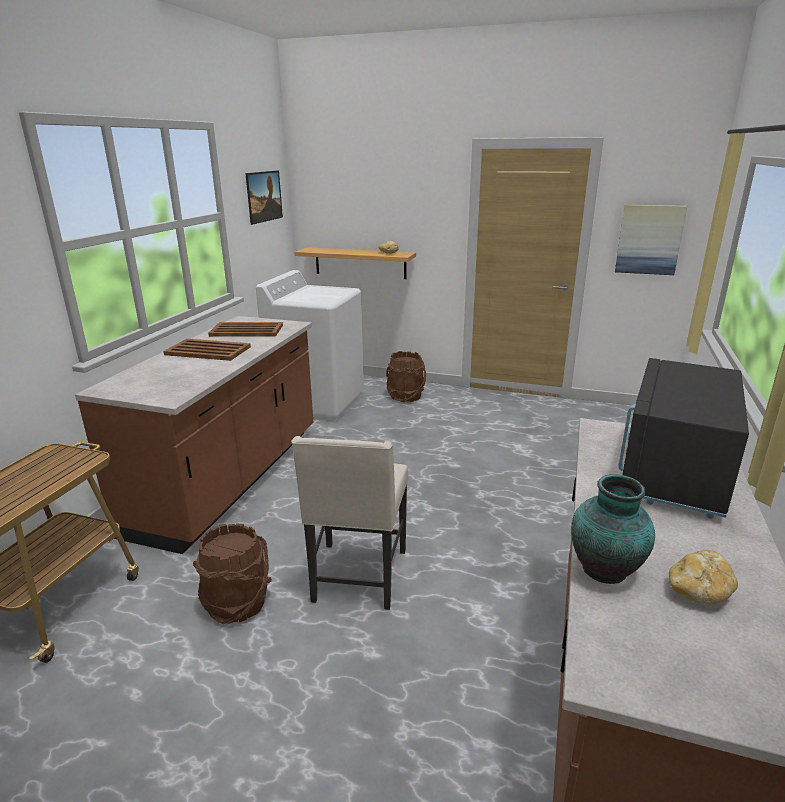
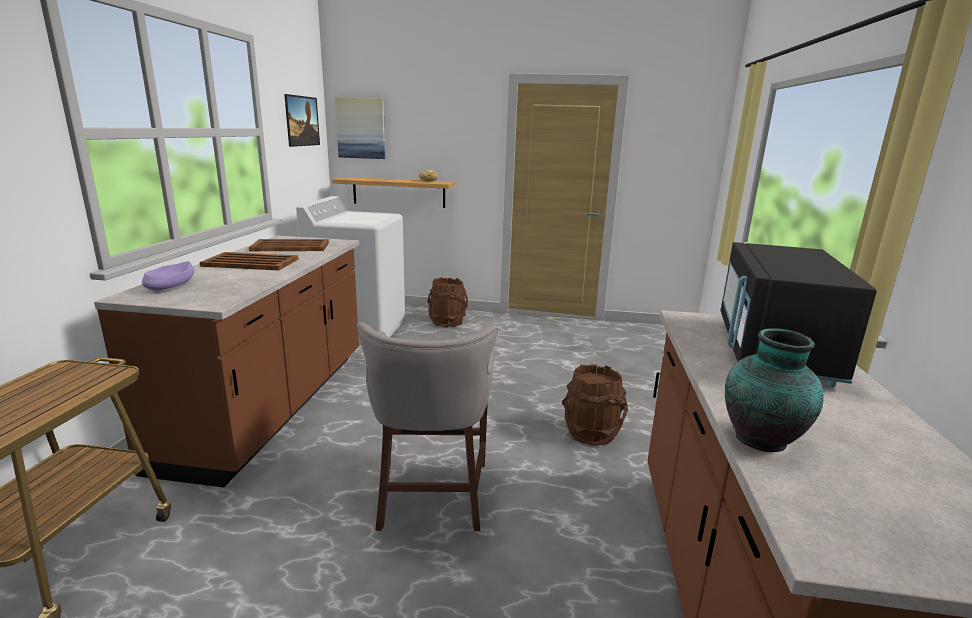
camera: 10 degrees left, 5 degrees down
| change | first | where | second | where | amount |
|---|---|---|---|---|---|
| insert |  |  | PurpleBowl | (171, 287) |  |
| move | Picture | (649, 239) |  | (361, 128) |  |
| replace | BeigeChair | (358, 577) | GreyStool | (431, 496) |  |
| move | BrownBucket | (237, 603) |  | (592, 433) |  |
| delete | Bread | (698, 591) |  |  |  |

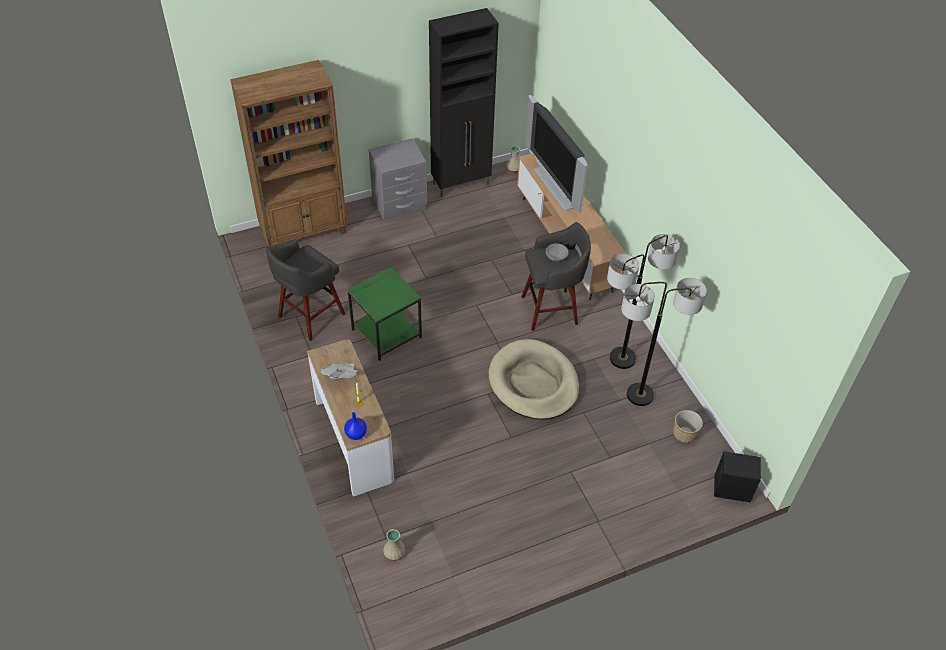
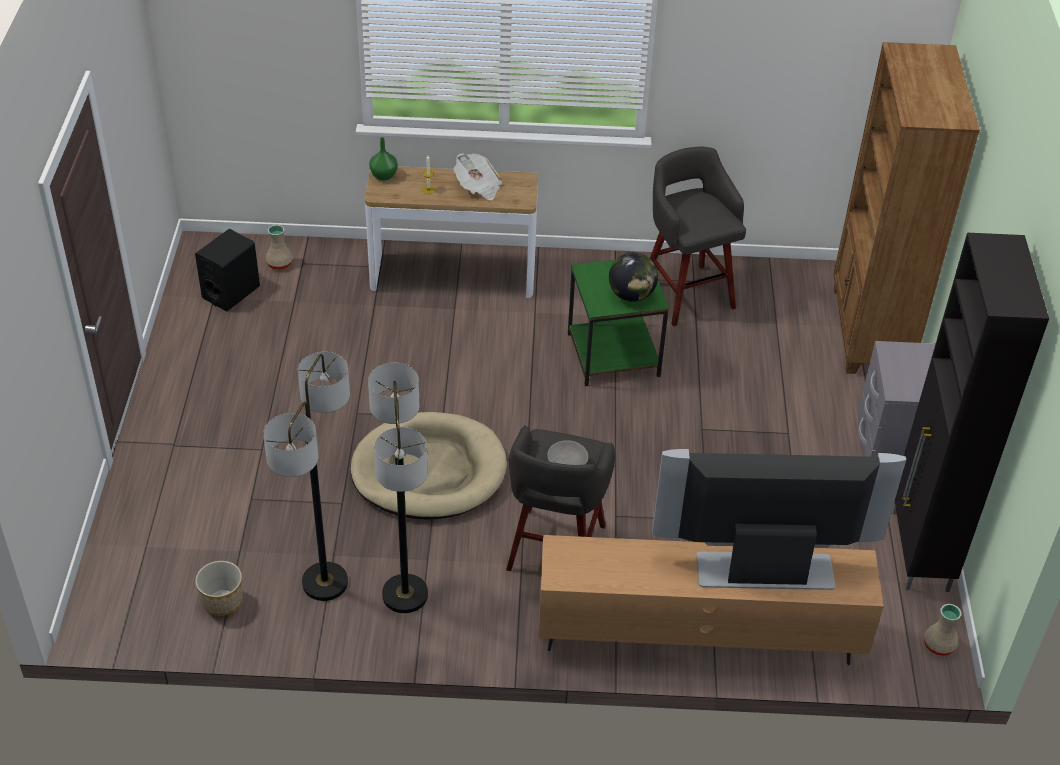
camera: 115 degrees right, 5 degrees down
| change | first | where | second | where | amount |
|---|---|---|---|---|---|
| move | BlackSpeaker | (731, 489) |  | (231, 292) |  |
| recolor | BlueVase | (355, 434) | GreenVase | (384, 175) |  |
| insert |  |  | Globe | (631, 295) |  |

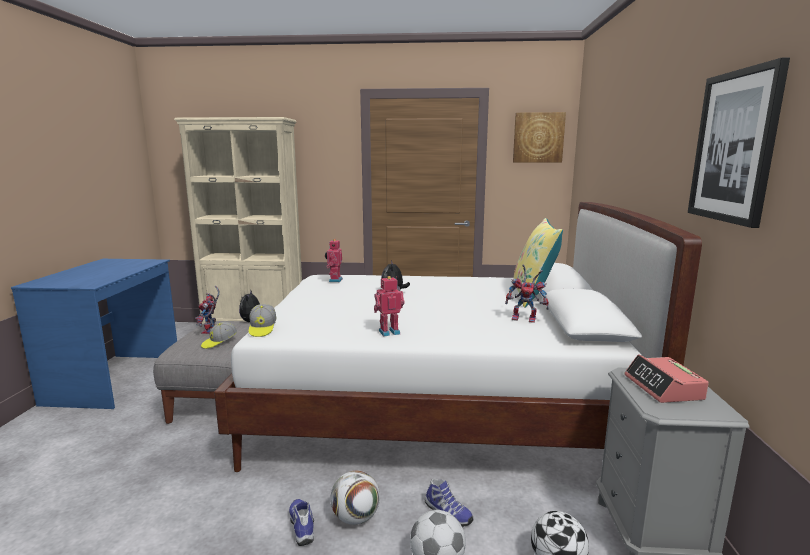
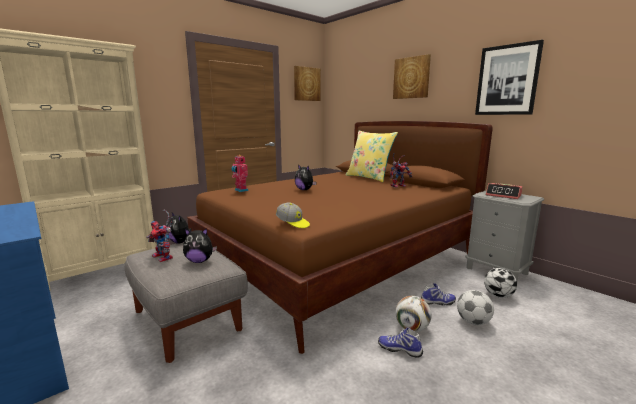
camera: 45 degrees left, 0 degrees up
| change | first | where | second | where | amount |
|---|---|---|---|---|---|
| replace | Cap | (219, 342) | PlushToy | (199, 261) |  |
| recolor | WhiteBed | (438, 406) | BrownBed | (340, 262) |  |
| insert |  |  | Picture | (411, 78) |  |
| delete | ToyRobot | (389, 332) |  |  |  |

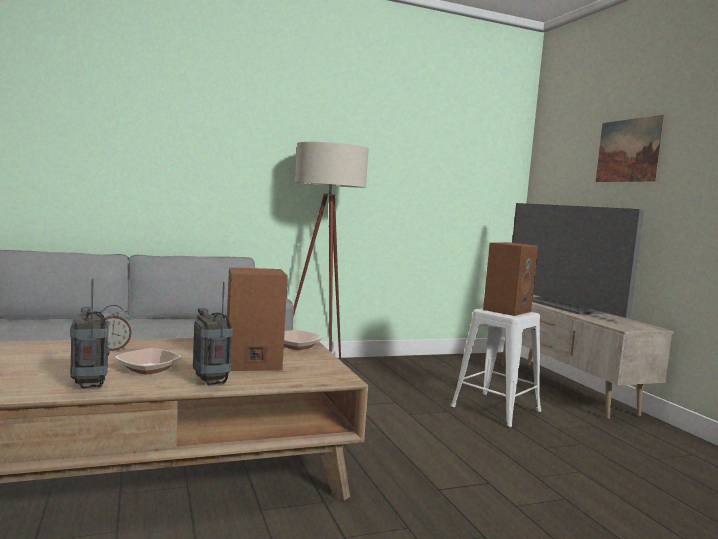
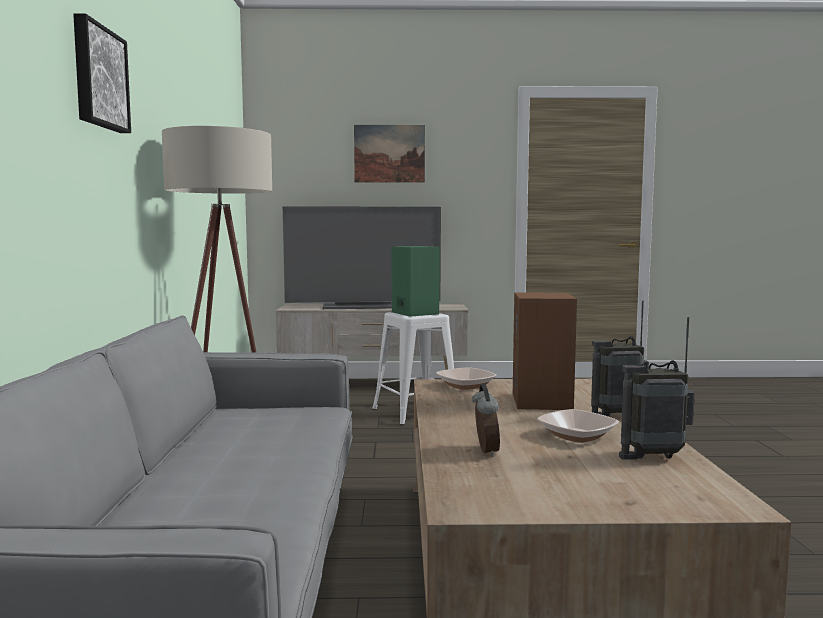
camera: 70 degrees left, 0 degrees up
| change | first | where | second | where | amount |
|---|---|---|---|---|---|
| insert |  |  | Picture | (98, 78) |  |
| recolor | BrownSpeaker | (506, 310) | GreenSpeaker | (413, 313) |  |

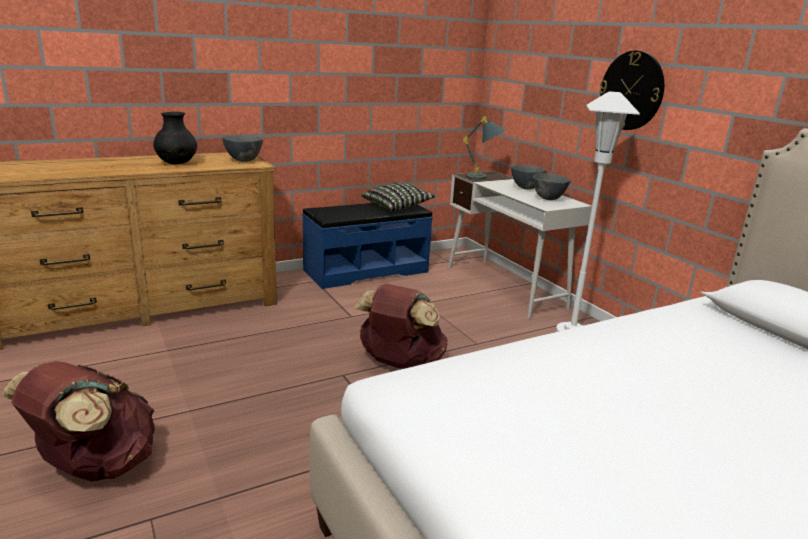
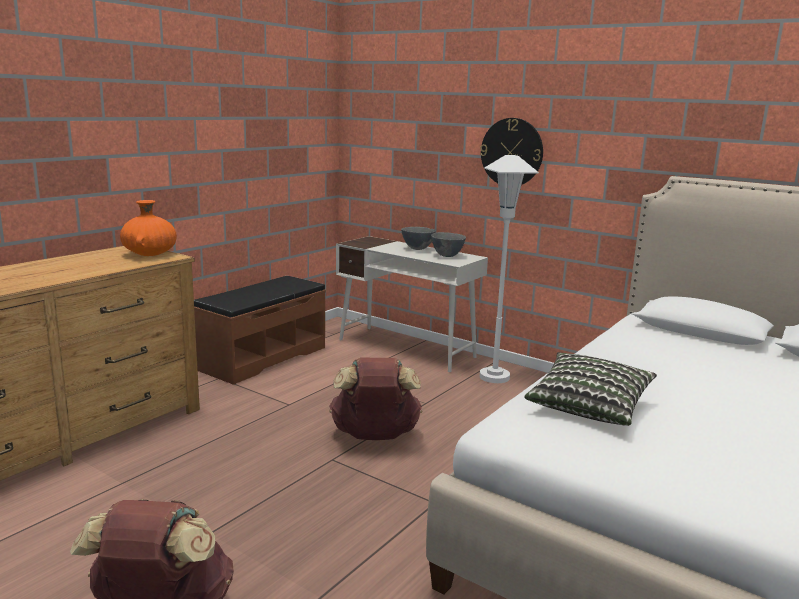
camera: 25 degrees left, 5 degrees down
| change | first | where | second | where | amount |
|---|---|---|---|---|---|
| replace | GreyBowl | (244, 160) | OrangeVase | (149, 254) |  |
| recolor | BlueBench | (365, 271) | BrownBench | (262, 358) |  |
| move | Pillow | (397, 207) |  | (589, 406) |  |
| delete | BlackVase | (176, 164) |  |  |  |
| delete | GreyTableLamp | (483, 178) |  |  |  |

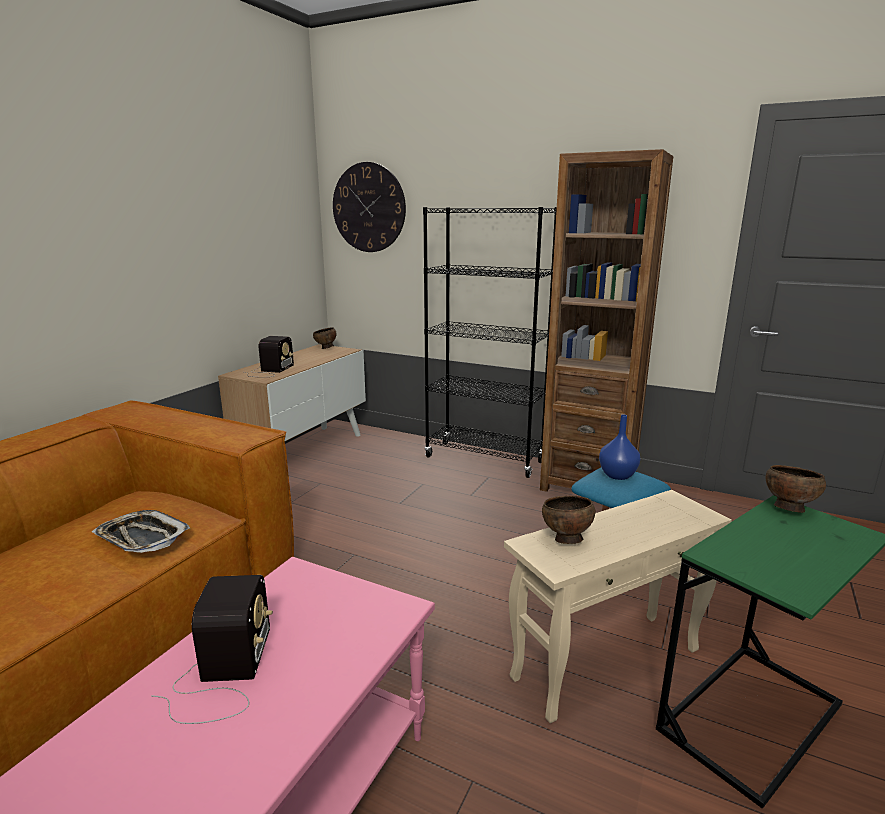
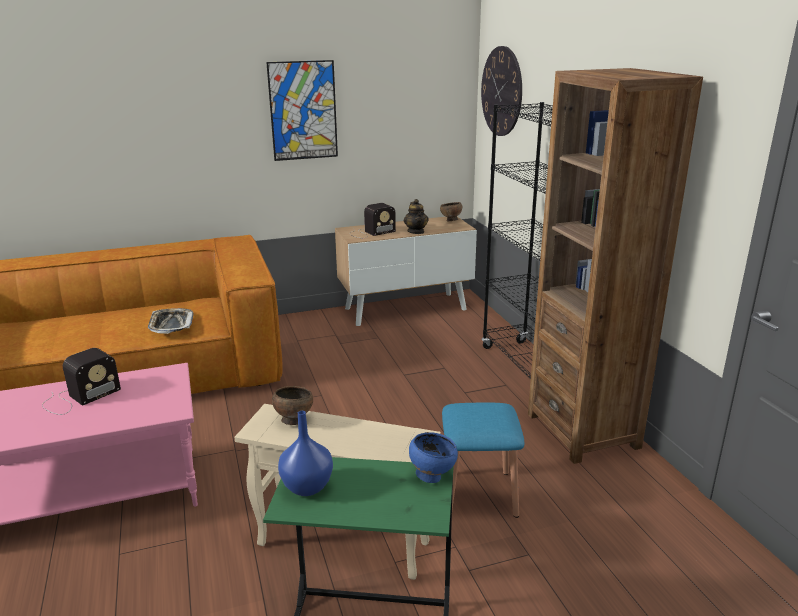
camera: 45 degrees right, 5 degrees up
| change | first | where | second | where | amount |
|---|---|---|---|---|---|
| insert |  |  | Picture | (303, 111) |  |
| move | BlueVase | (618, 475) |  | (308, 487) |  |
| insert |  |  | Teapot | (416, 232) |  |
| recolor | BrownBowl | (787, 508) | BlueBowl | (432, 476) |  |

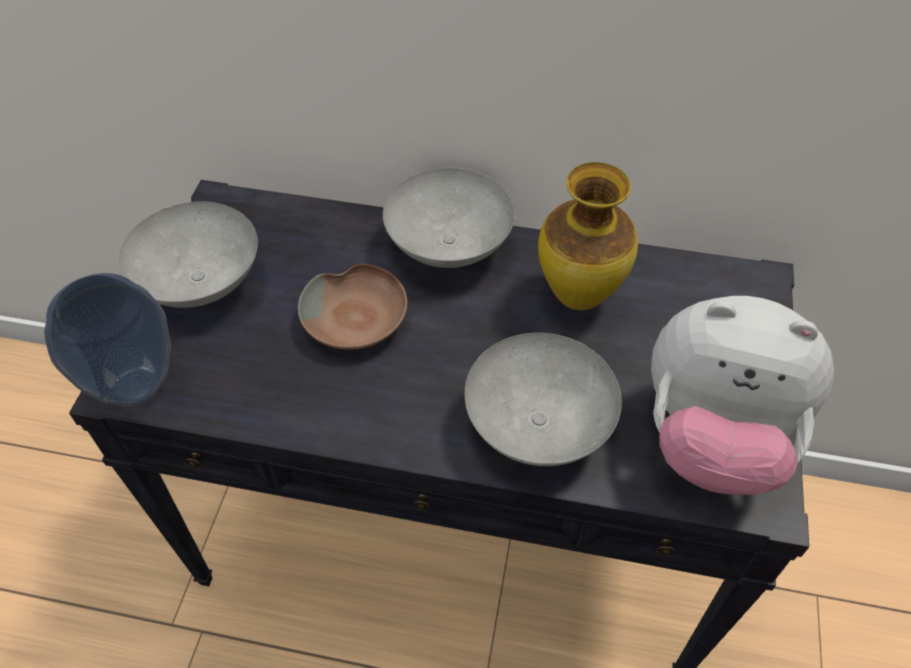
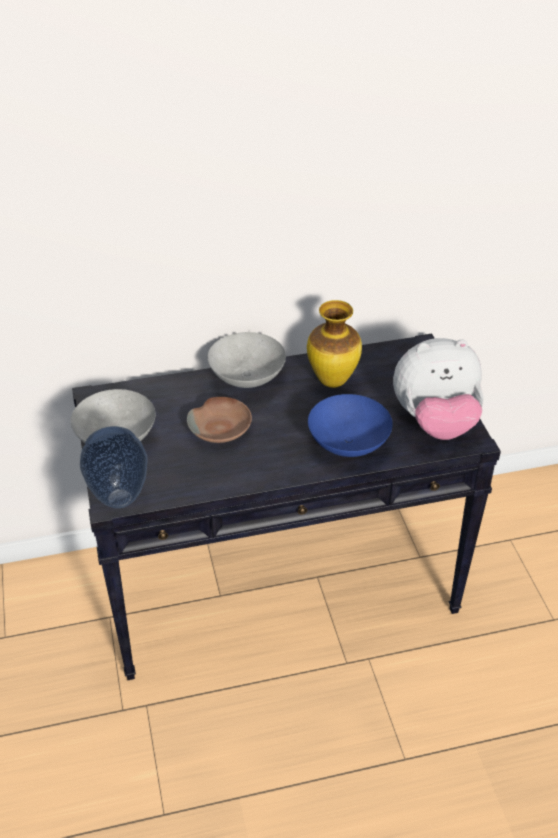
camera: 25 degrees left, 10 degrees down
| change | first | where | second | where | amount |
|---|---|---|---|---|---|
| recolor | GreyBowl | (540, 427) | BlueBowl | (350, 445) |  |

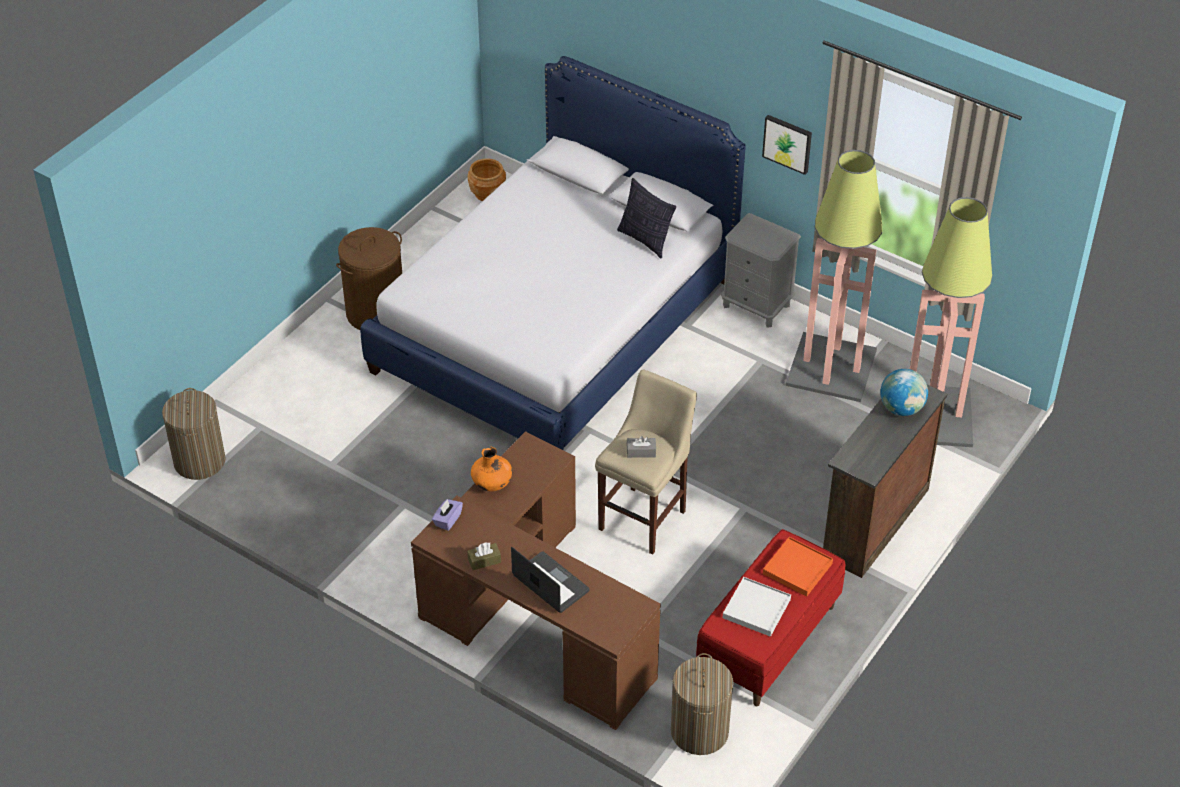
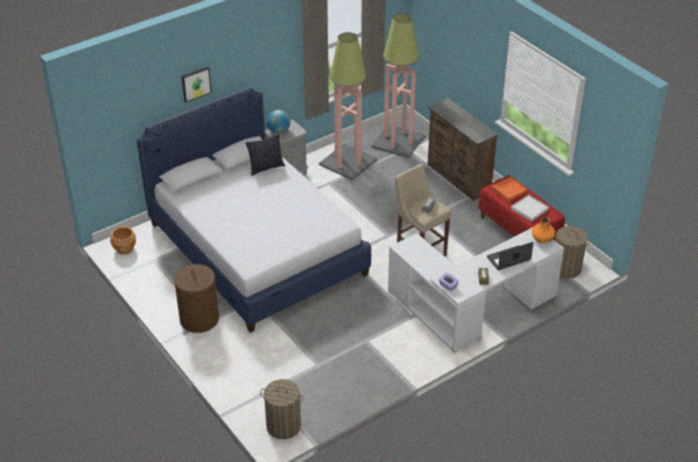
camera: 70 degrees left, 5 degrees down
| change | first | where | second | where | amount |
|---|---|---|---|---|---|
| move | Picture | (788, 143) |  | (196, 83) |  |
| move | Globe | (901, 408) |  | (278, 131) |  |
| recolor | BrownDesk | (531, 617) | WhiteDesk | (470, 309) |  |
| move | OrangeVase | (492, 484) |  | (542, 239) |  |

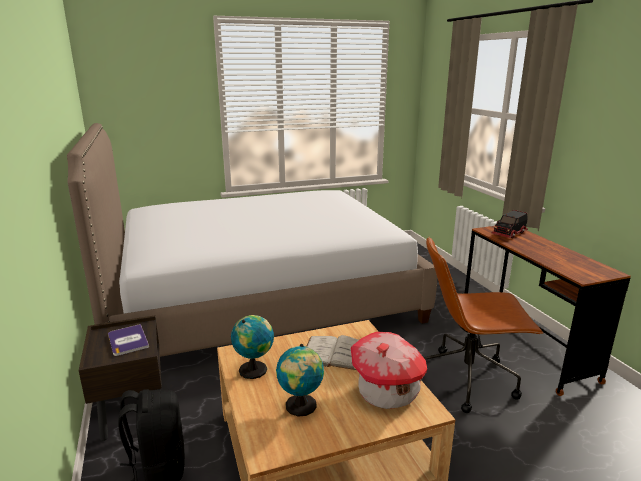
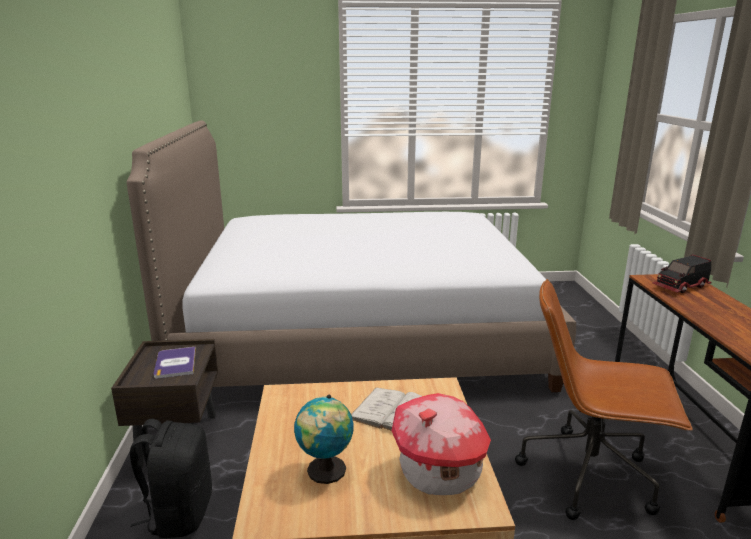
camera: 15 degrees right, 0 degrees up
| change | first | where | second | where | amount |
|---|---|---|---|---|---|
| delete | Globe | (254, 369) |  |  |  |

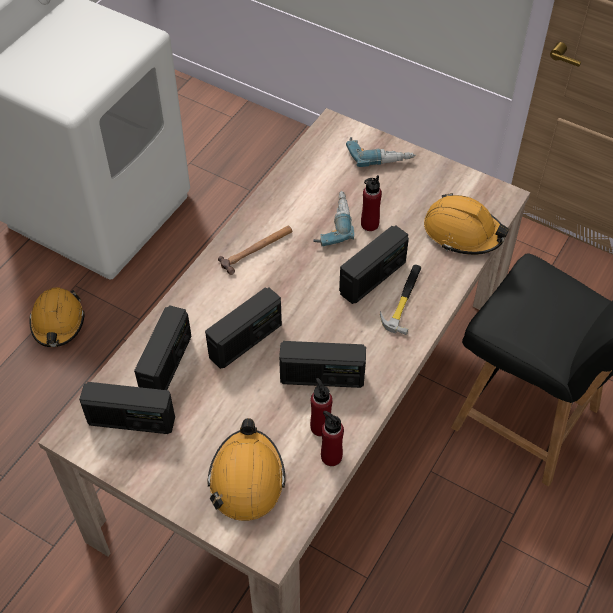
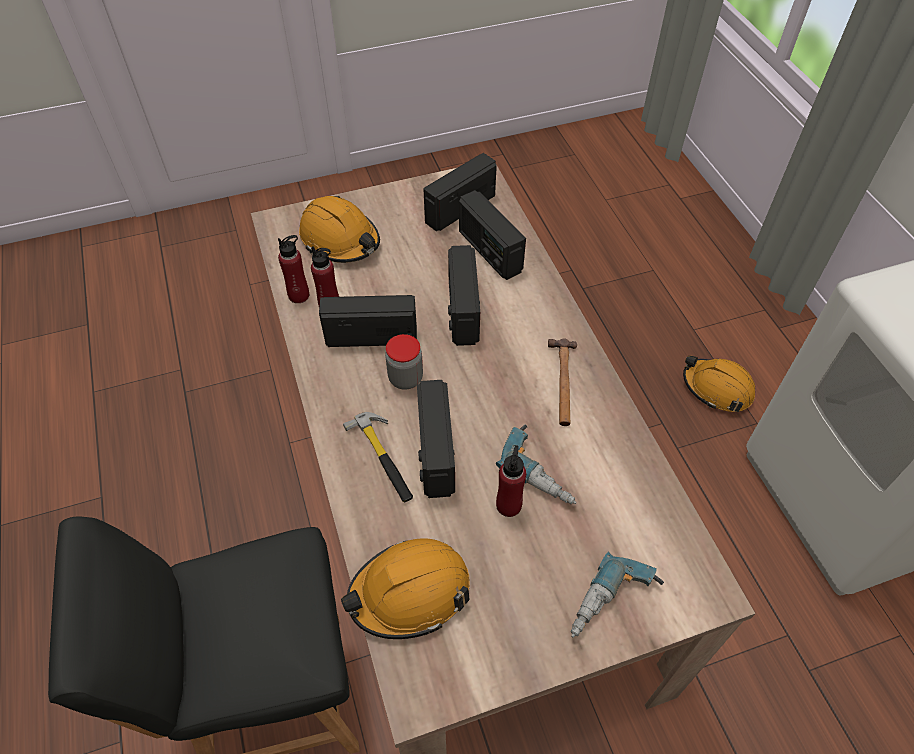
camera: 130 degrees right, 0 degrees up
| change | first | where | second | where | amount |
|---|---|---|---|---|---|
| rotate | Radio | (322, 377) |  | (371, 336) | 45 degrees clockwise |
| insert |  |  | Jar | (405, 378) |  |

